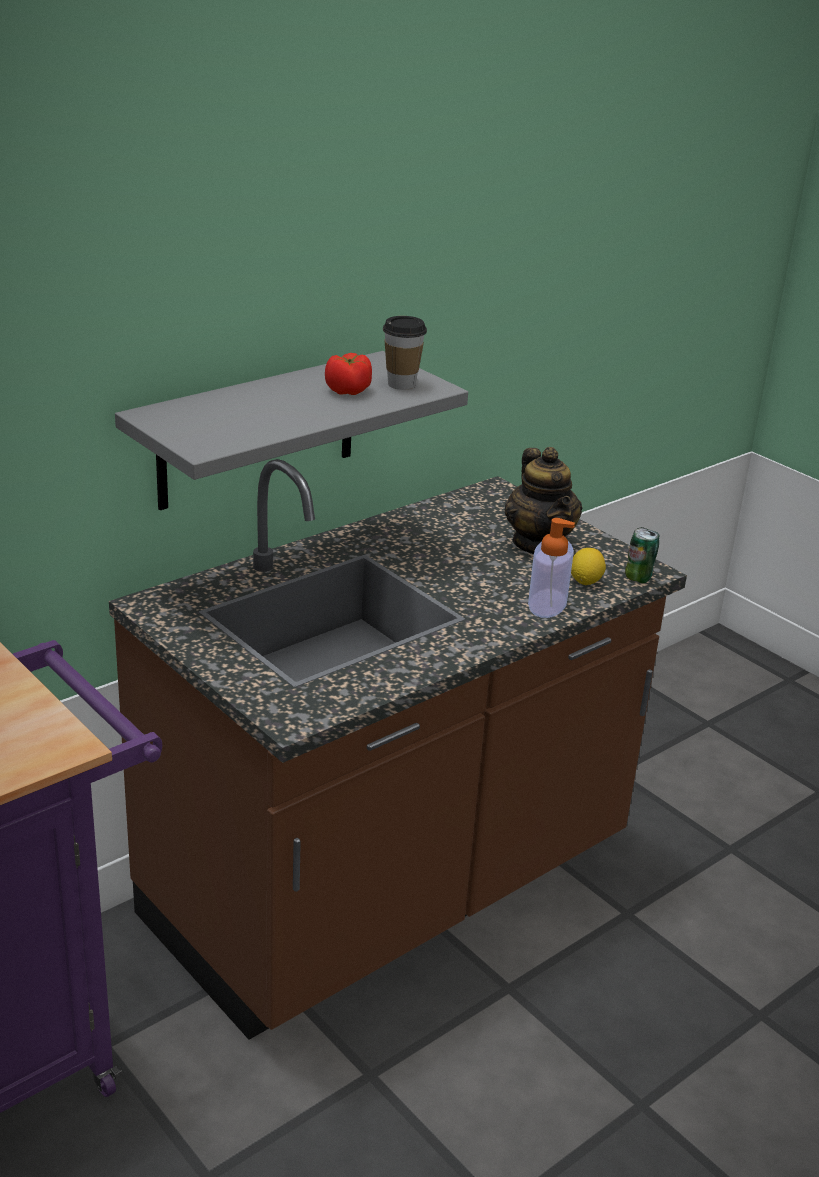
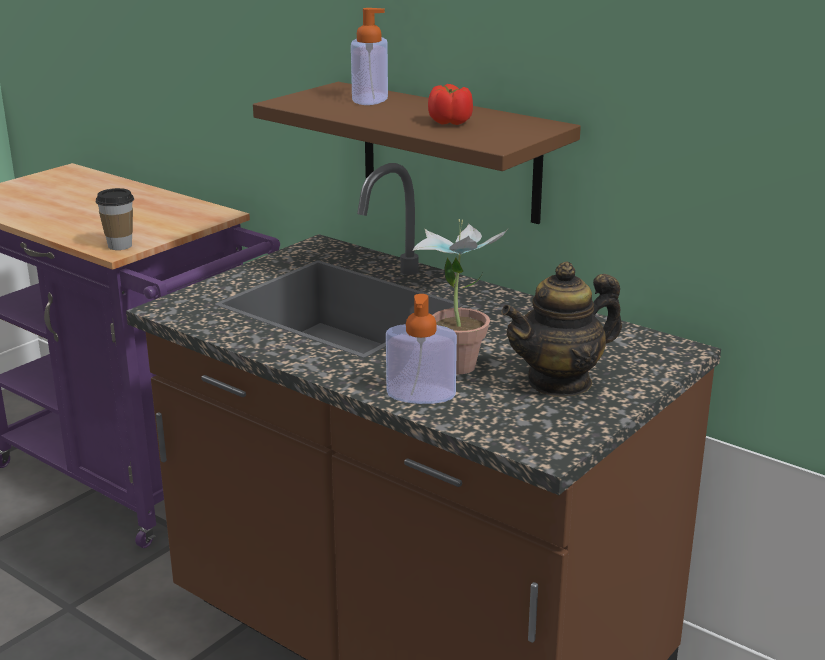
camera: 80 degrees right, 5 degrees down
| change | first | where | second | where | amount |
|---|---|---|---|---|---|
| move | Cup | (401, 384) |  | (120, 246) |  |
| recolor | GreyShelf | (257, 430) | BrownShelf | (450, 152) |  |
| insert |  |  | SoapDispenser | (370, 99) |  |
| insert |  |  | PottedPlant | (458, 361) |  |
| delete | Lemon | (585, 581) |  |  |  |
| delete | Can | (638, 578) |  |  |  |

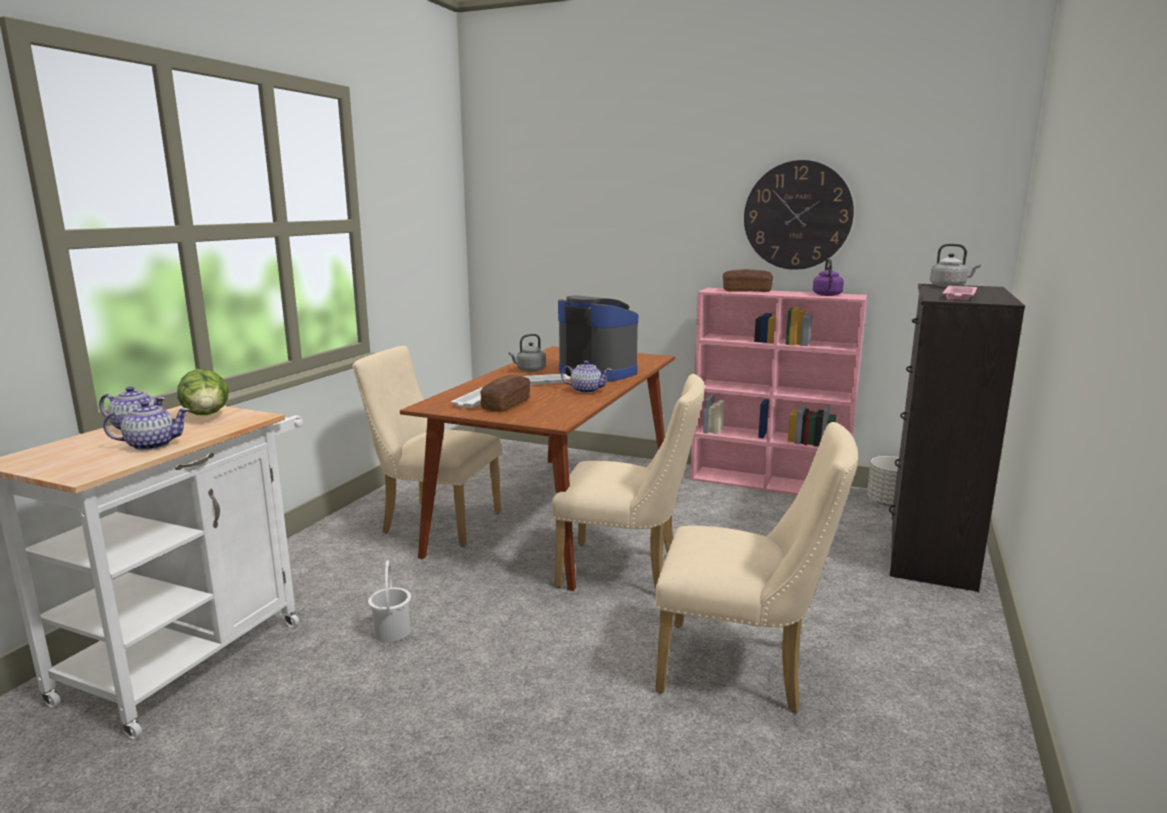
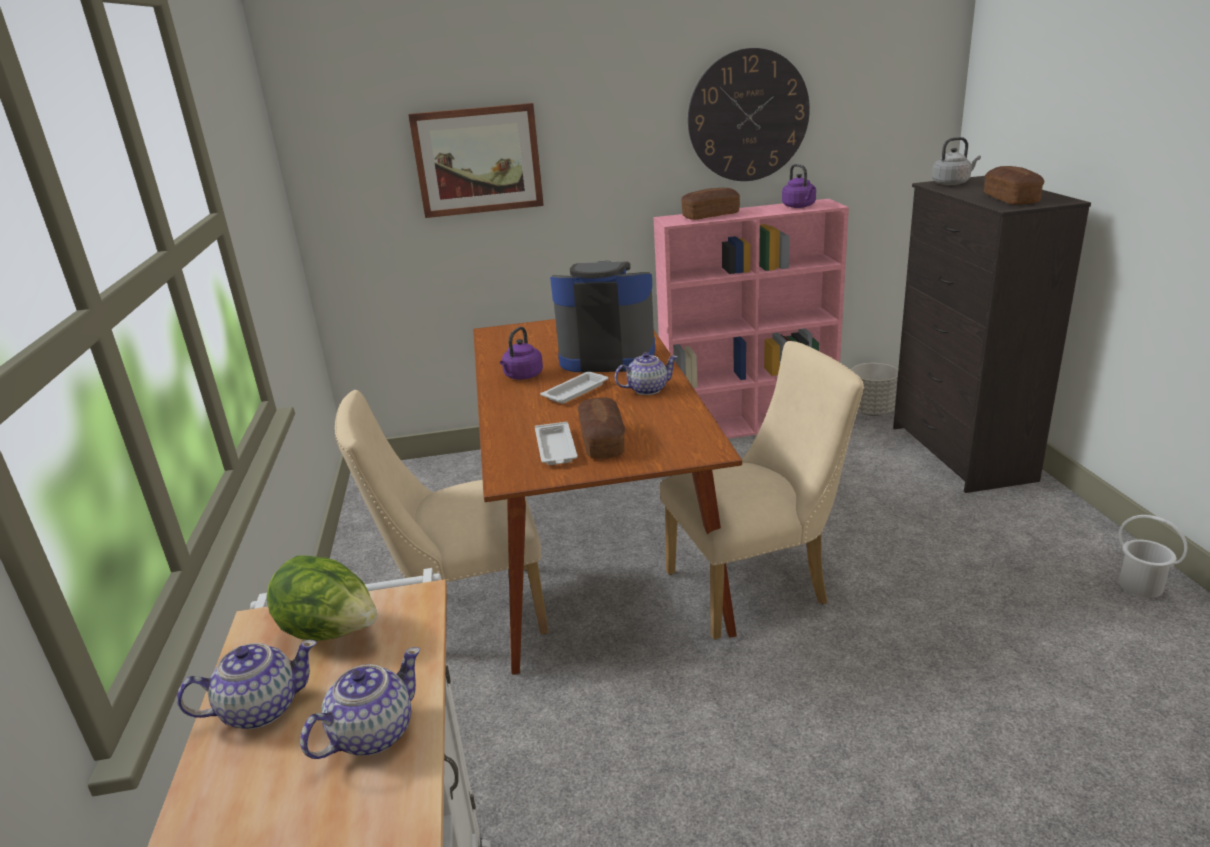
camera: 30 degrees left, 10 degrees up
| change | first | where | second | where | amount |
|---|---|---|---|---|---|
| insert |  |  | Picture | (478, 160) |  |
| recolor | GreyKettle | (529, 370) | PurpleKettle | (522, 376) |  |
| replace | PinkTray | (959, 296) | Bread | (1010, 199) |  |
| move | WhiteBucket | (391, 632) |  | (1140, 586) |  |
| delete | BeigeChair | (744, 669) |  |  |  |

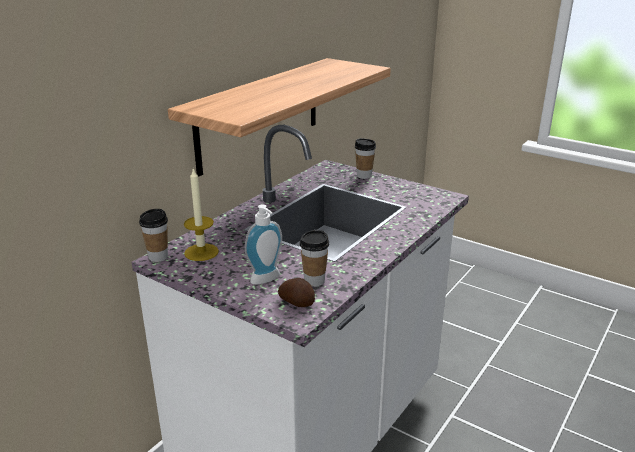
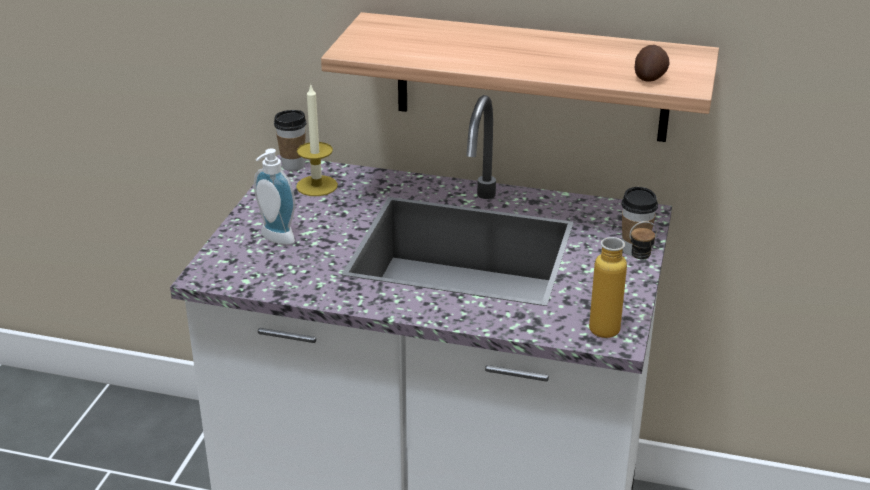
camera: 70 degrees right, 5 degrees up
| change | first | where | second | where | amount |
|---|---|---|---|---|---|
| insert |  |  | Bottle | (617, 329) |  |
| move | Potato | (297, 302) |  | (650, 76) |  |
| delete | Cup | (314, 281) |  |  |  |

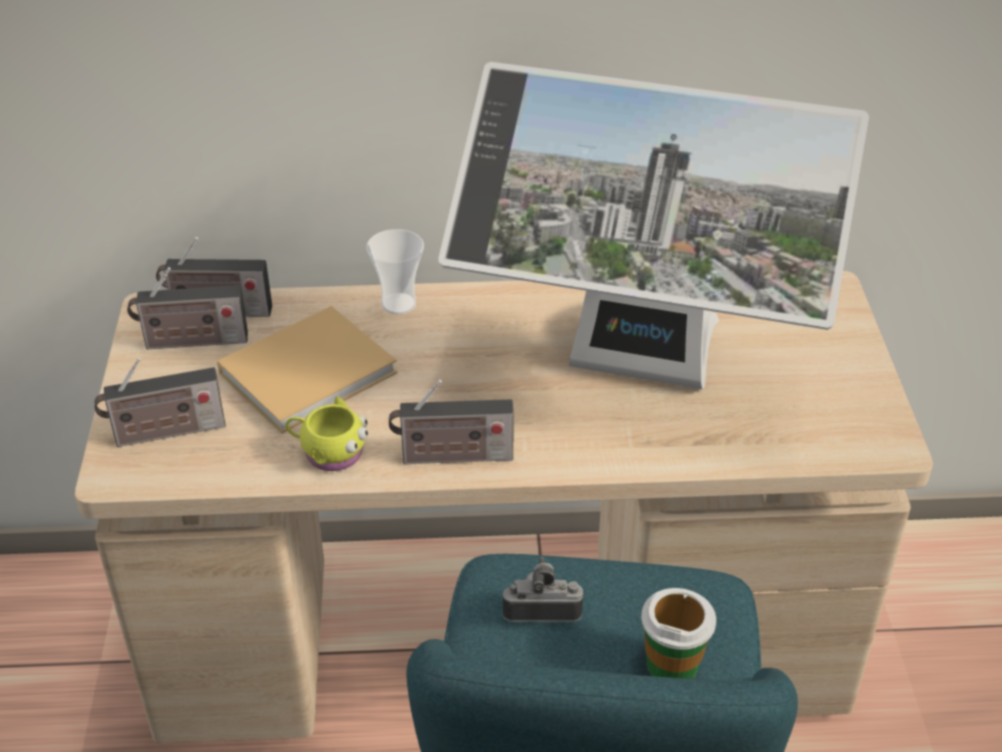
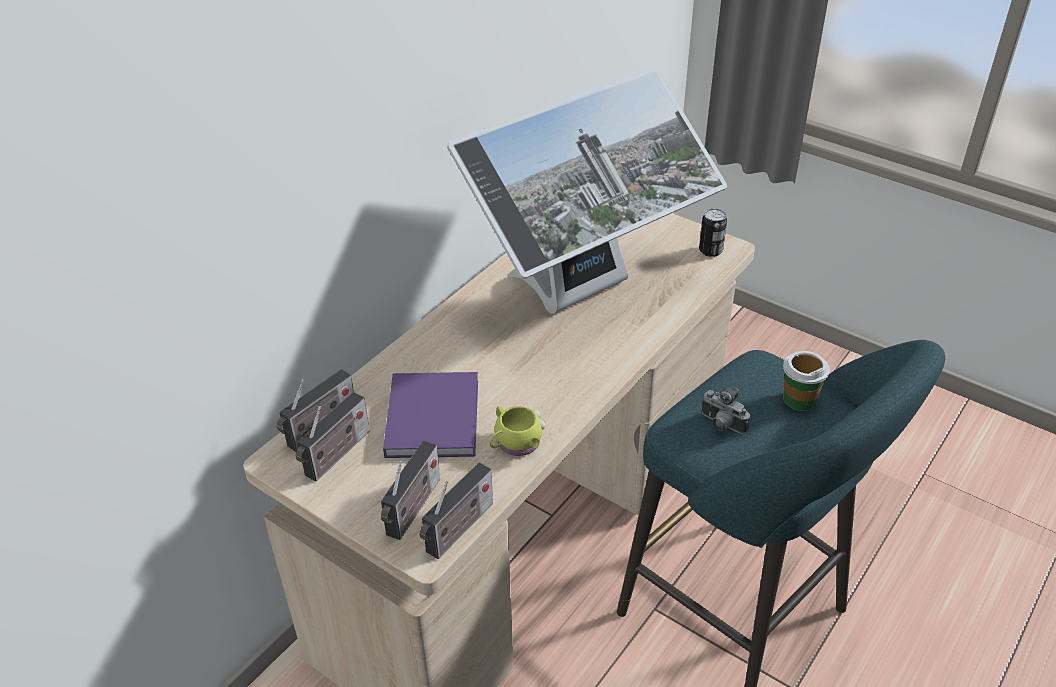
camera: 50 degrees left, 0 degrees up
| change | first | where | second | where | amount |
|---|---|---|---|---|---|
| recolor | BeigeBook | (312, 371) | PurpleBook | (433, 415) |  |
| move | Radio | (452, 457) |  | (458, 530) |  |
| insert |  |  | Can | (710, 251) |  |
| rotate | PhotoCamera | (542, 609) |  | (721, 425) | 90 degrees counterclockwise |
| delete | Cup | (398, 304) |  |  |  |

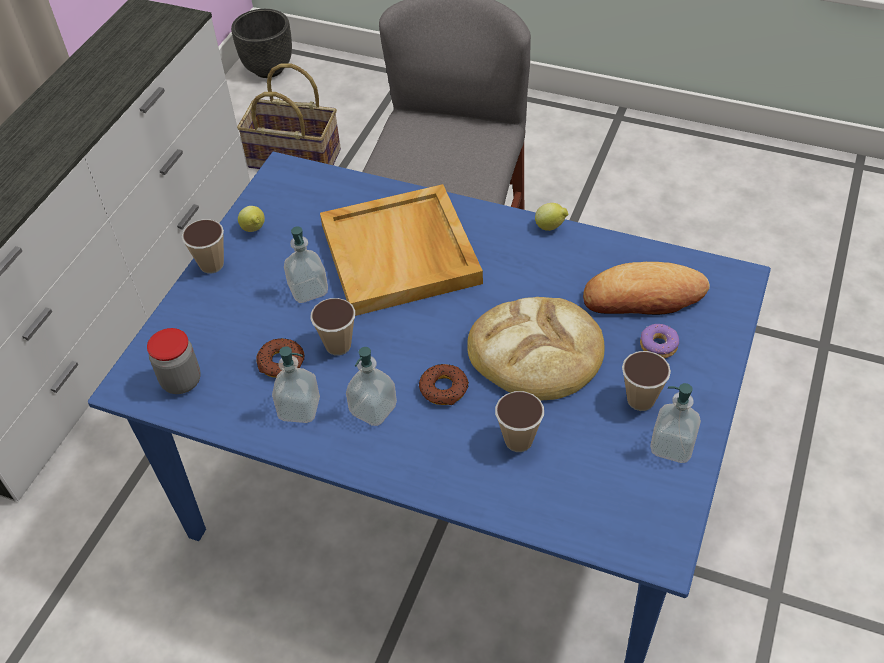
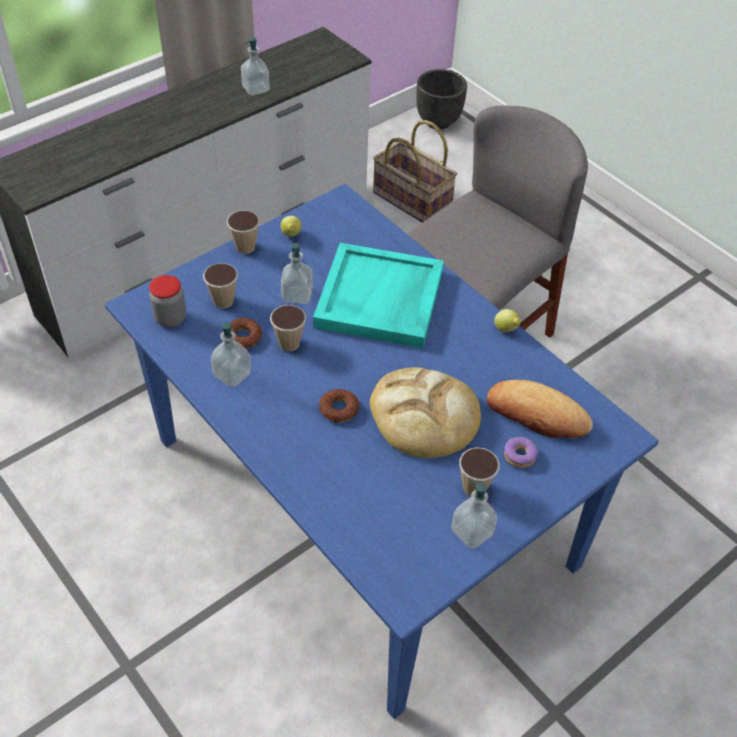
camera: 25 degrees right, 0 degrees up
| change | first | where | second | where | amount |
|---|---|---|---|---|---|
| move | Cup | (518, 440) |  | (223, 301) |  |
| move | SoapDispenser | (373, 409) |  | (256, 89) |  |
| recolor | BeigeTray | (401, 254) | TurquoiseTray | (380, 299) |  |

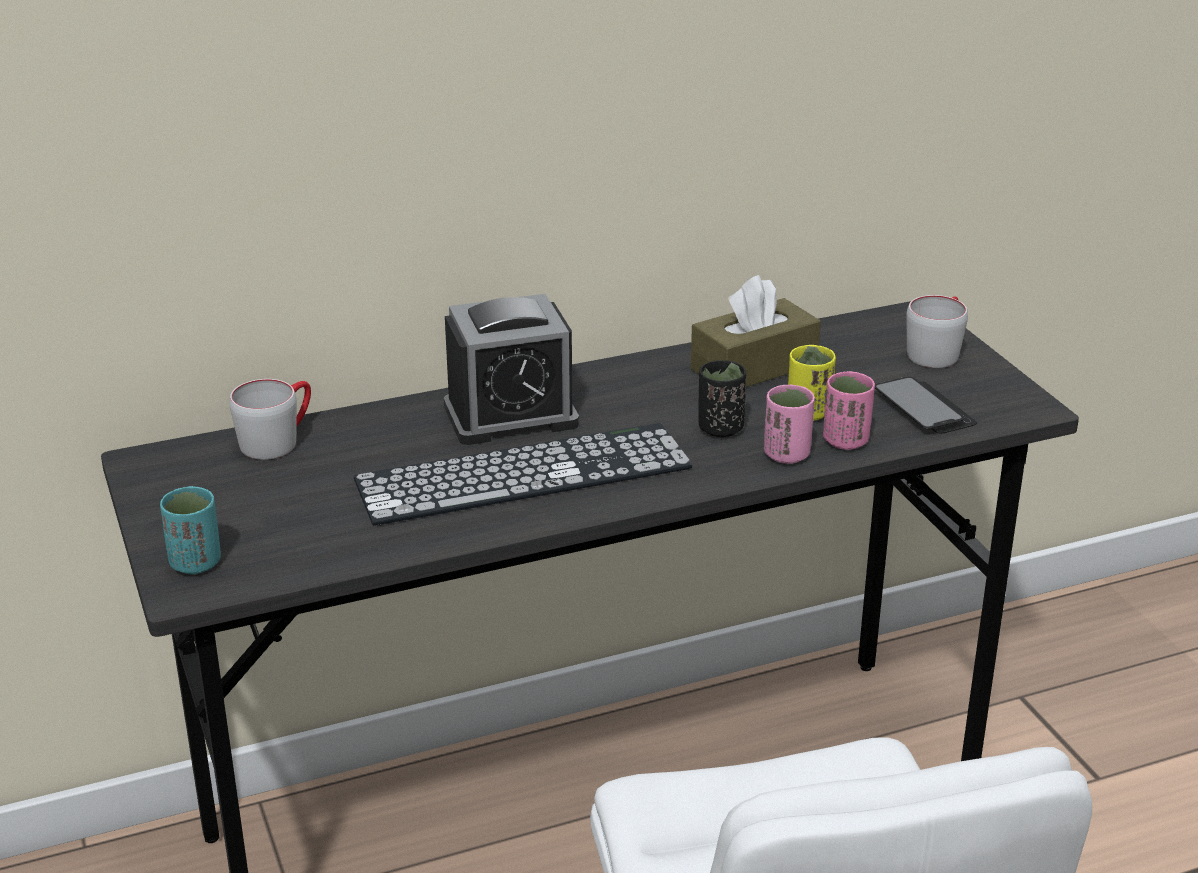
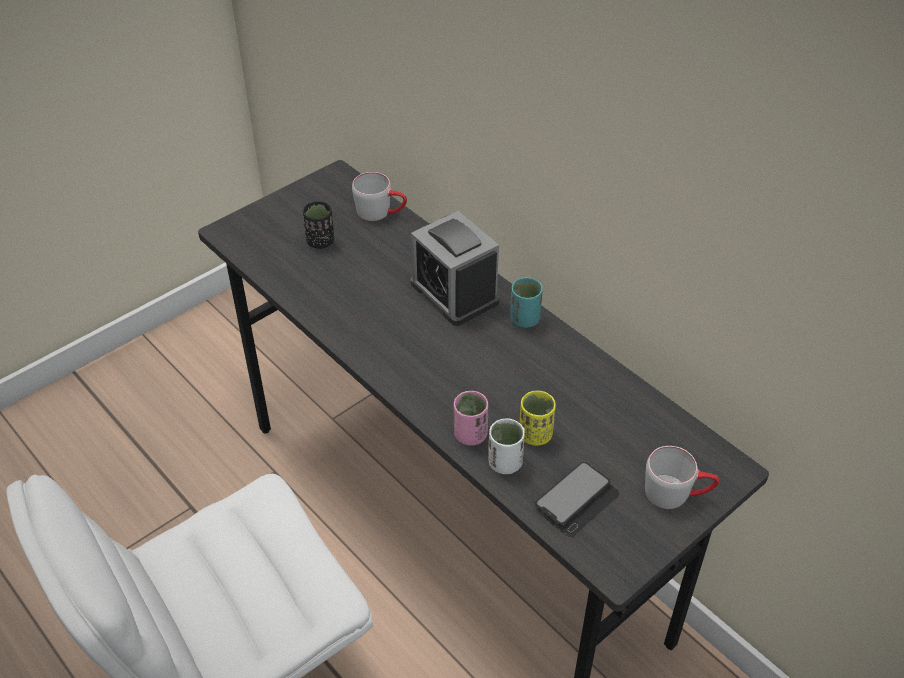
camera: 70 degrees right, 15 degrees up
| change | first | where | second | where | amount |
|---|---|---|---|---|---|
| move | BlackCup | (720, 428) |  | (320, 241) |  |
| recolor | PinkCup | (845, 441) | WhiteCup | (505, 463) |  |
| move | TurquoiseCup | (195, 563) |  | (524, 319) |  |
| delete | Keyboard | (523, 474) |  |  |  |
| delete | BrownTissueBox | (754, 367) |  |  |  |

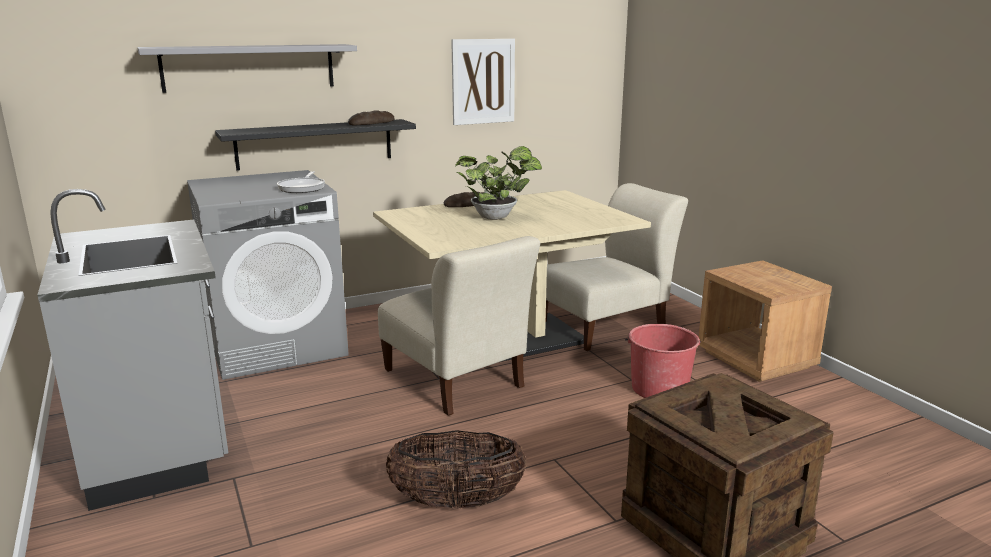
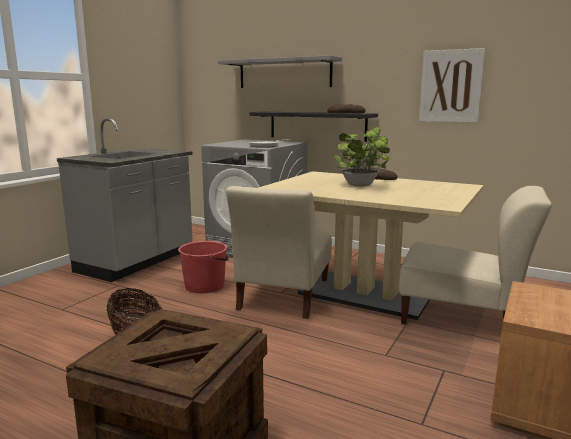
camera: 55 degrees right, 5 degrees down
| change | first | where | second | where | amount |
|---|---|---|---|---|---|
| move | RedBucket | (659, 388) |  | (205, 286) |  |

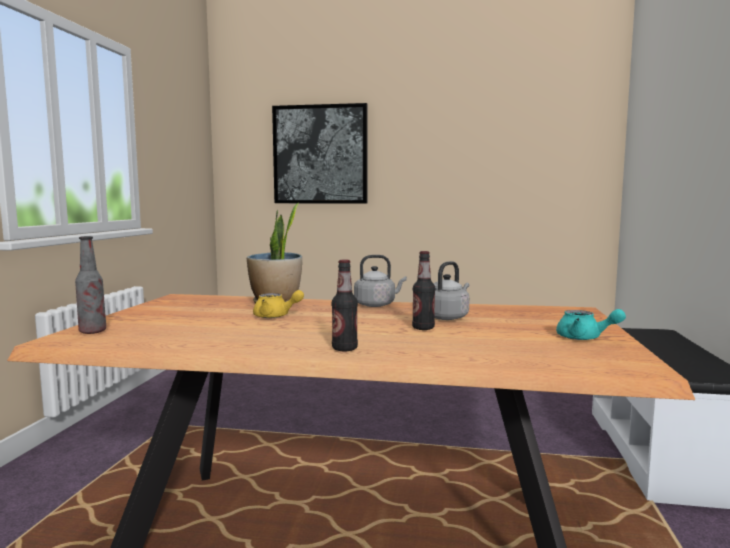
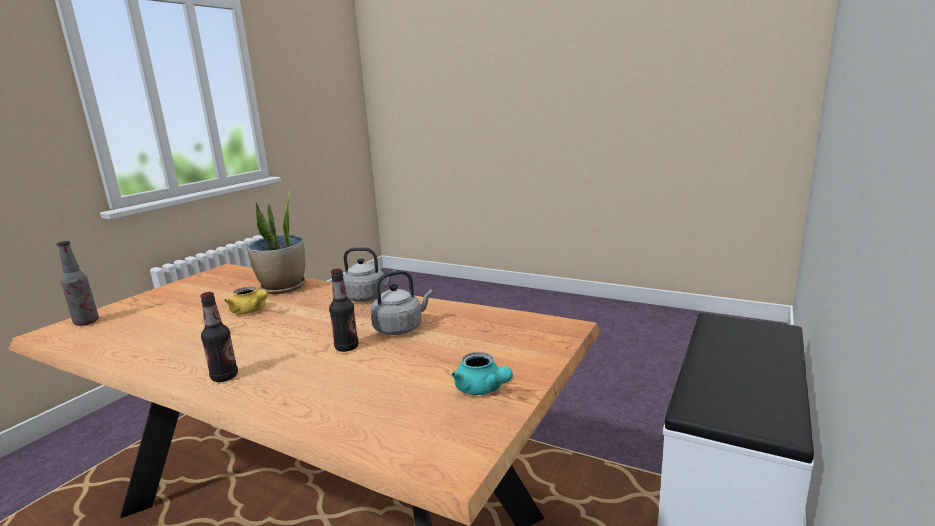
camera: 20 degrees right, 10 degrees up
| change | first | where | second | where | amount |
|---|---|---|---|---|---|
| delete | Picture | (320, 154) |  |  |  |

